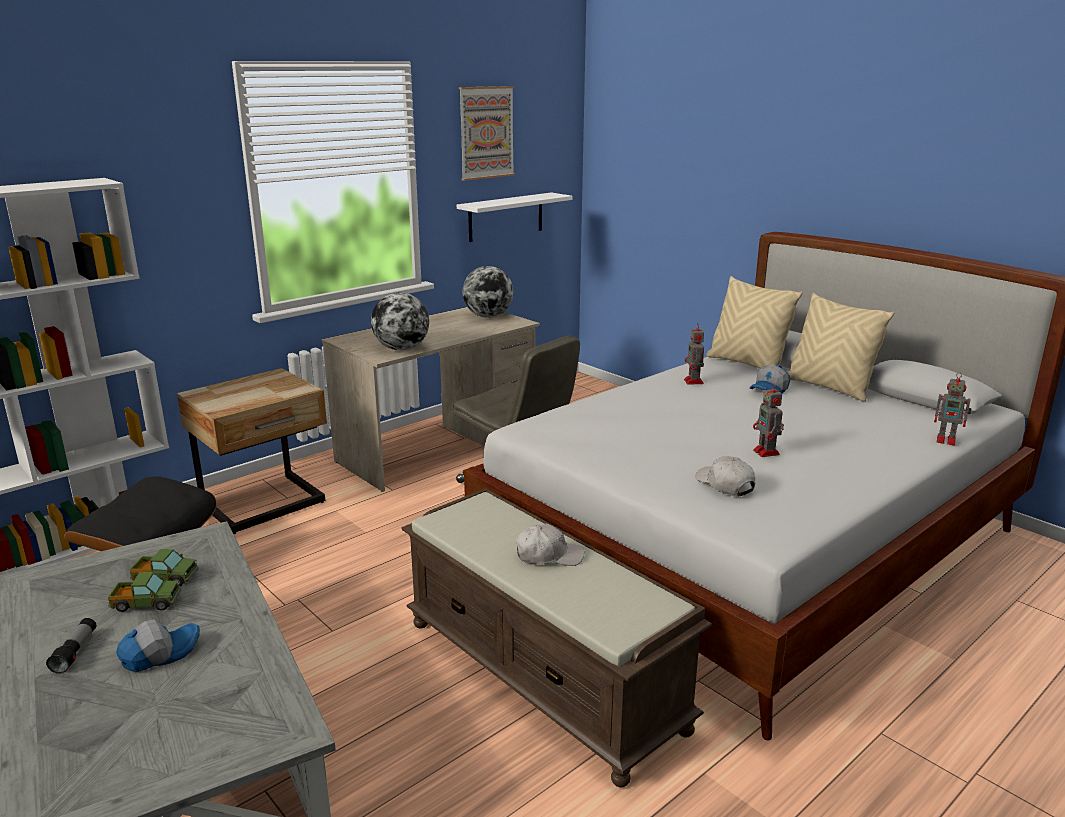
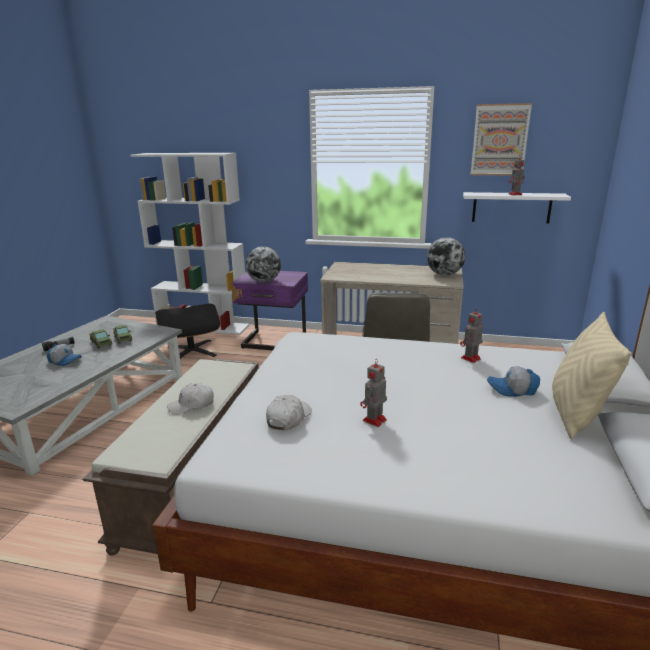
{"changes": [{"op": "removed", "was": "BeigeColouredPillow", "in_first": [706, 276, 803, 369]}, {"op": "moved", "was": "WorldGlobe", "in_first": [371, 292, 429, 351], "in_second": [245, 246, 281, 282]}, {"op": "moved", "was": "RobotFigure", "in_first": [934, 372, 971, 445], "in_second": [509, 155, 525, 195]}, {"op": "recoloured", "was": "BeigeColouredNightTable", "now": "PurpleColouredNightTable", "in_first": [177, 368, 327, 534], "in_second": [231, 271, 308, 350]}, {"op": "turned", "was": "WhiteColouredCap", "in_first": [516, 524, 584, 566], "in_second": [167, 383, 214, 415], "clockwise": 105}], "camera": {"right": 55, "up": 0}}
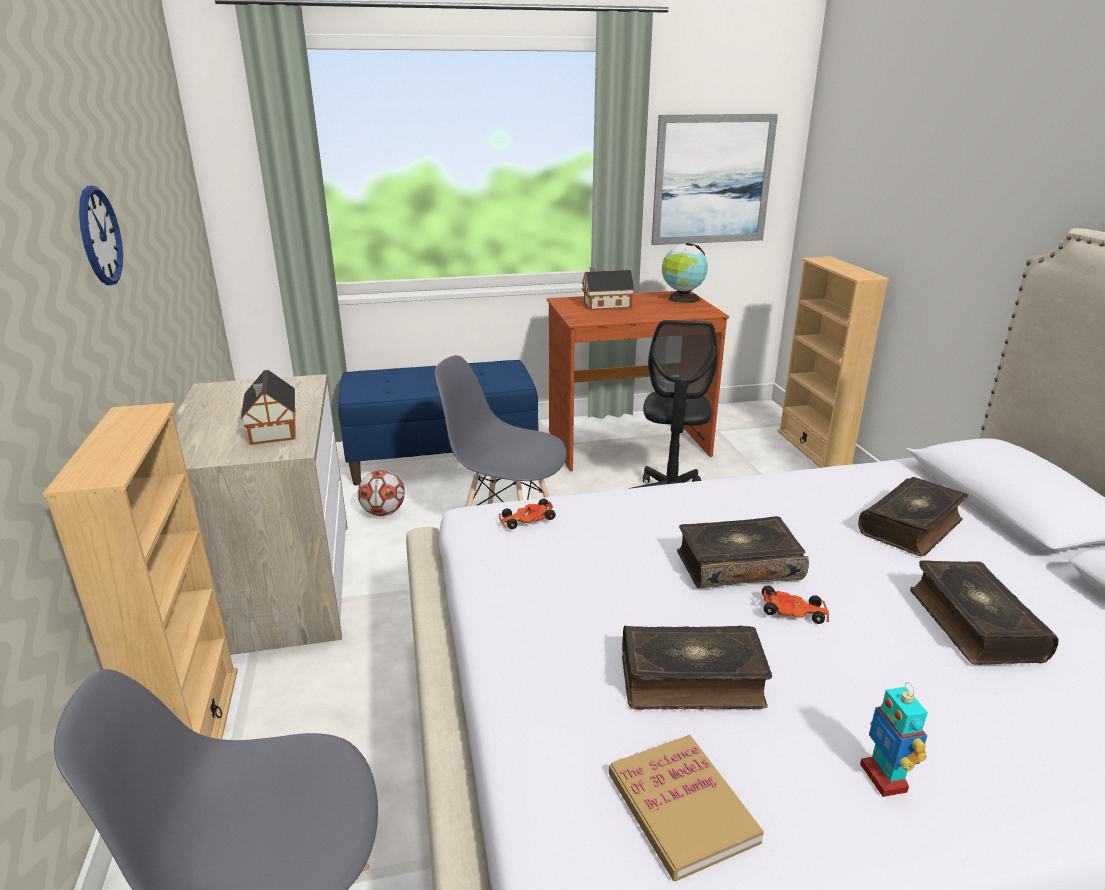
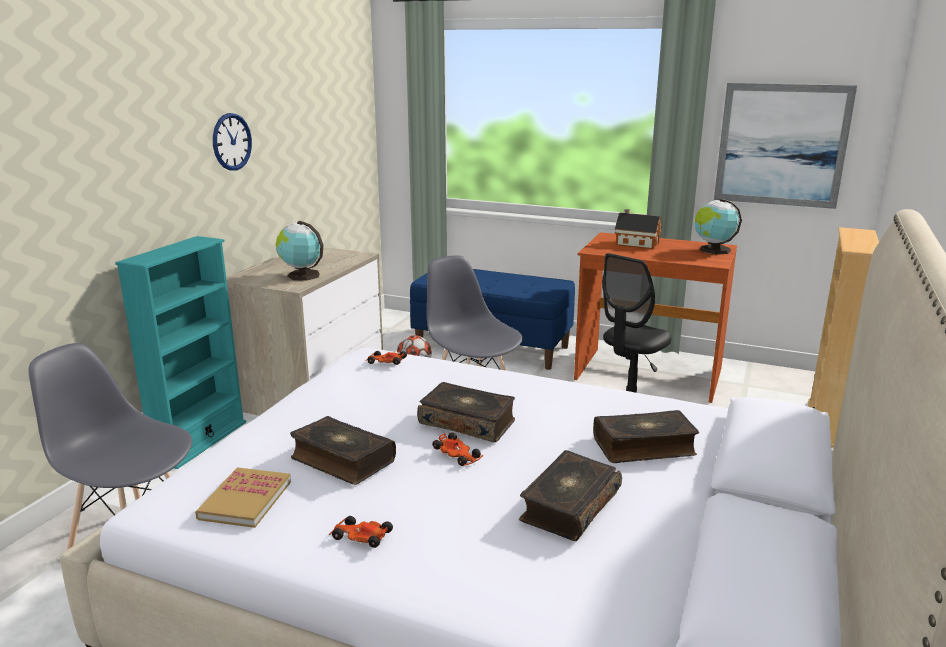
{"changes": [{"op": "replaced", "was": "ToyHouse", "now": "WorldGlobe", "in_first": [241, 370, 296, 445], "in_second": [276, 221, 324, 281]}, {"op": "replaced", "was": "RobotFigure", "now": "MiniatureCar", "in_first": [860, 682, 928, 797], "in_second": [329, 516, 393, 548]}, {"op": "recoloured", "was": "BeigeColouredBookcase", "now": "TurquoiseColouredBookcase", "in_first": [43, 403, 238, 739], "in_second": [115, 236, 246, 469]}], "camera": {"right": 35, "up": -5}}
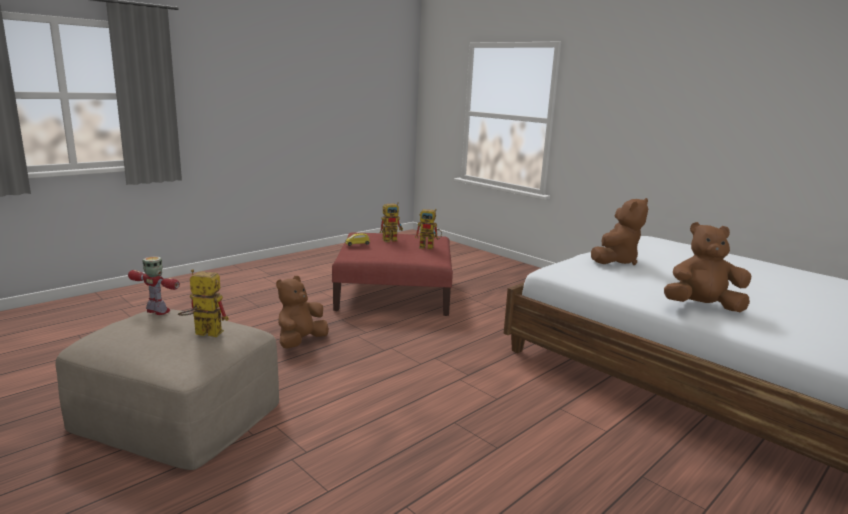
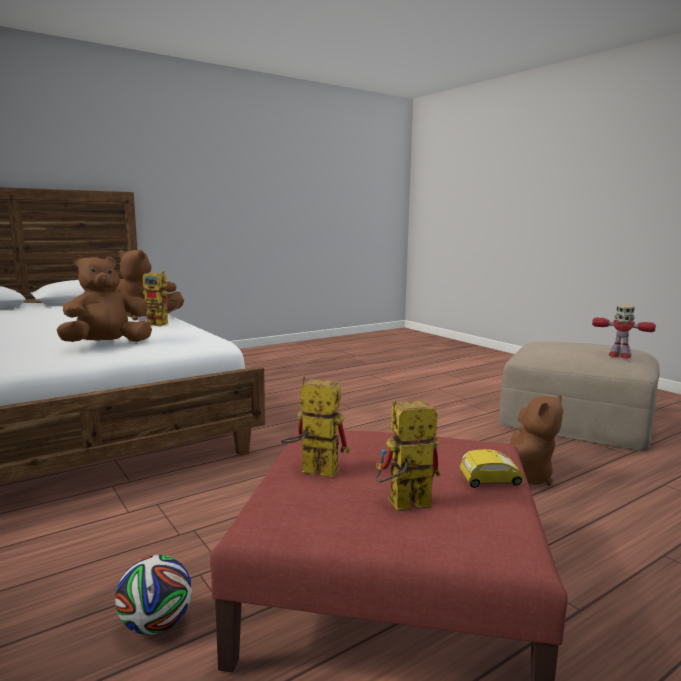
{"changes": [{"op": "added", "now": "Football", "in_second": [115, 555, 192, 635]}, {"op": "moved", "was": "RobotFigure", "in_first": [178, 269, 229, 337], "in_second": [143, 271, 179, 326]}], "camera": {"right": -170, "up": -5}}
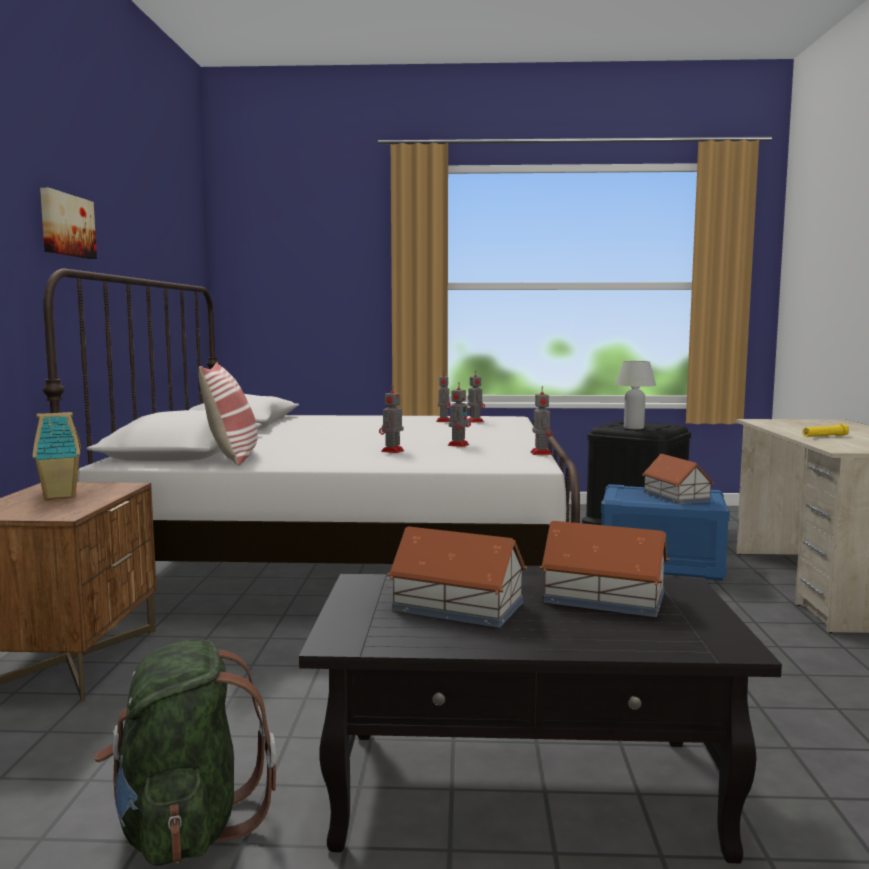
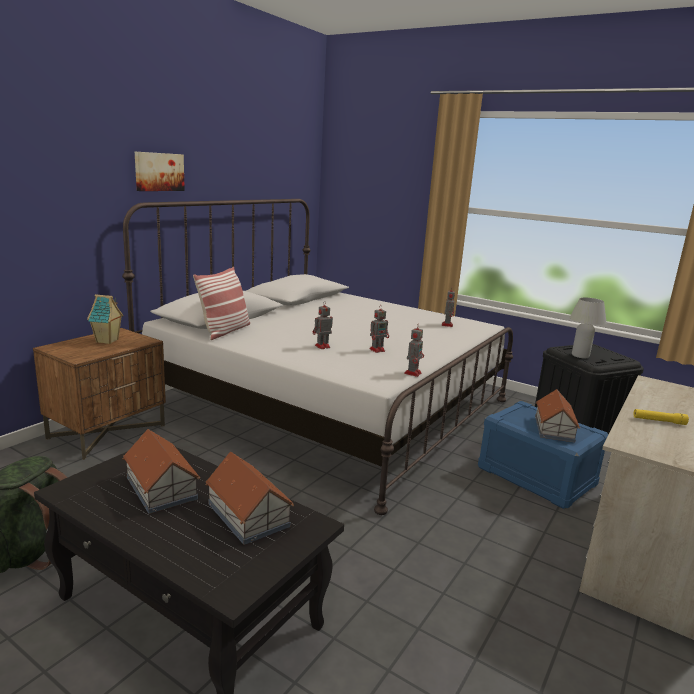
{"changes": [{"op": "removed", "was": "RobotFigure", "in_first": [436, 375, 450, 422]}], "camera": {"right": 30, "up": 10}}
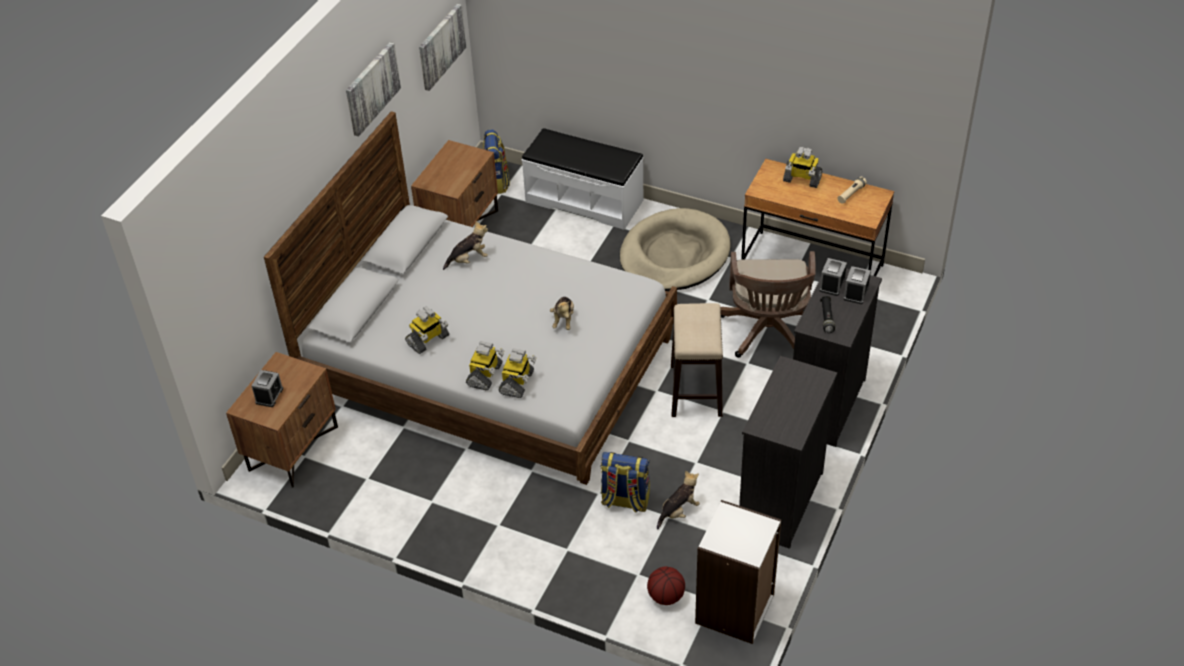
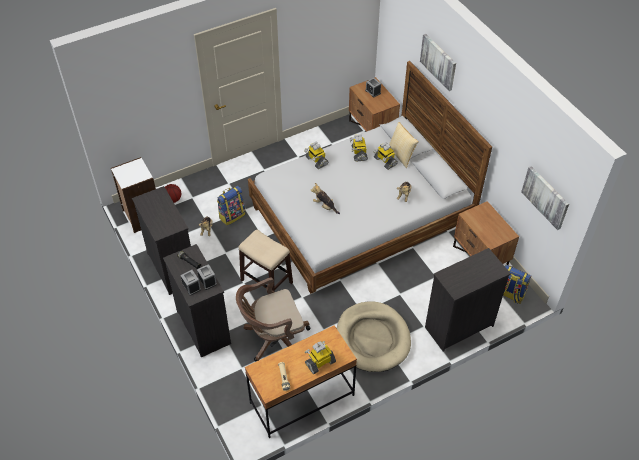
{"changes": [{"op": "added", "now": "Pillow", "in_second": [389, 122, 419, 168]}, {"op": "moved", "was": "WallArt", "in_first": [346, 42, 401, 136], "in_second": [420, 34, 456, 91]}, {"op": "moved", "was": "RobotFigure", "in_first": [499, 348, 537, 398], "in_second": [373, 142, 398, 170]}, {"op": "replaced", "was": "WhiteColouredBench", "now": "BlackColouredChestOfDrawers", "in_first": [521, 128, 643, 230], "in_second": [425, 248, 511, 352]}, {"op": "turned", "was": "BrownOfficeChair", "in_first": [721, 251, 815, 358], "in_second": [236, 277, 310, 361], "clockwise": -60}], "camera": {"right": 125, "up": 5}}
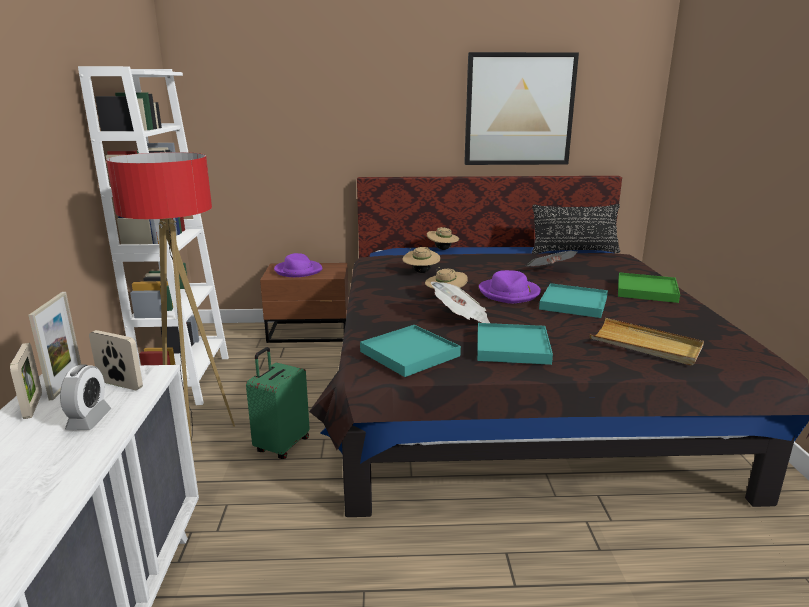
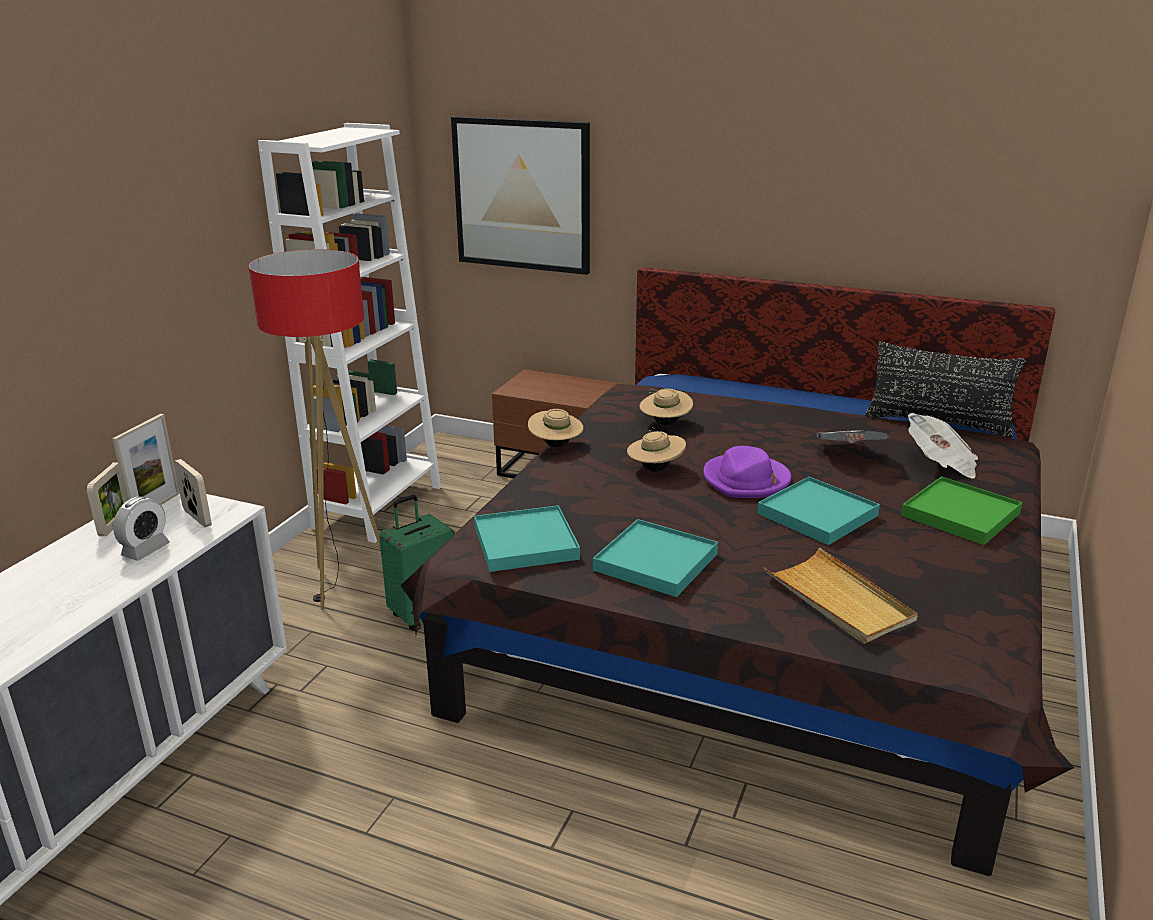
{"changes": [{"op": "removed", "was": "PurpleColouredHat", "in_first": [274, 253, 322, 277]}, {"op": "moved", "was": "BeigeColouredHat", "in_first": [427, 227, 460, 250], "in_second": [528, 409, 584, 447]}, {"op": "moved", "was": "PrintedPaper", "in_first": [431, 281, 490, 323], "in_second": [908, 413, 978, 479]}, {"op": "moved", "was": "WallArt", "in_first": [464, 52, 579, 165], "in_second": [451, 116, 590, 275]}], "camera": {"right": 25, "up": 5}}
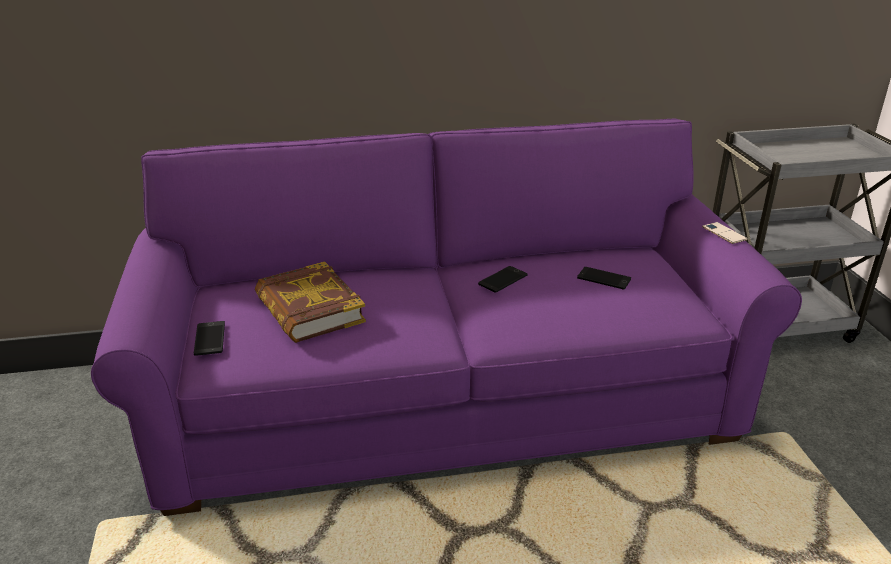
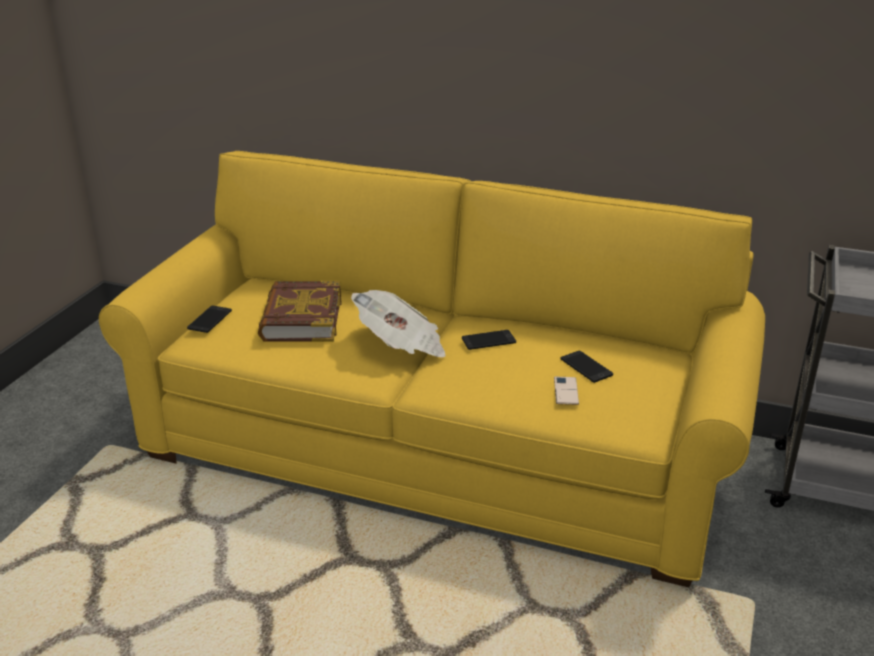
{"changes": [{"op": "added", "now": "PrintedPaper", "in_second": [351, 290, 446, 357]}, {"op": "moved", "was": "Phone", "in_first": [702, 222, 748, 244], "in_second": [554, 377, 579, 405]}, {"op": "recoloured", "was": "PurpleColouredCouch", "now": "YellowCouch", "in_first": [91, 119, 802, 516], "in_second": [99, 151, 765, 587]}], "camera": {"right": 30, "up": 0}}
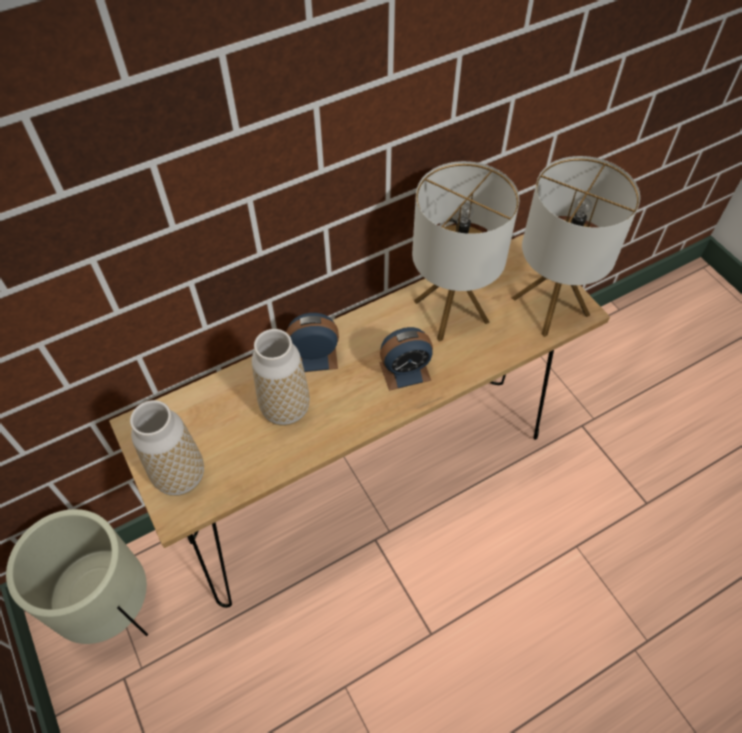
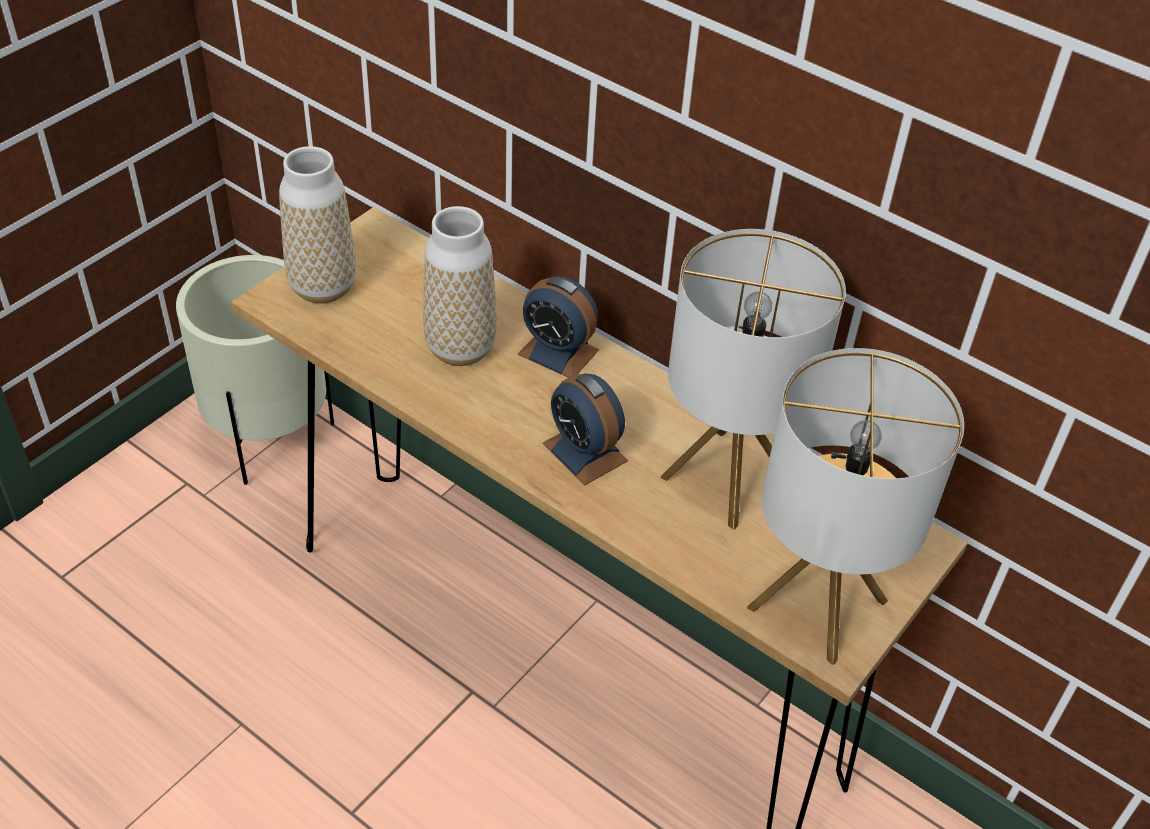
{"changes": [{"op": "turned", "was": "BedsideClock", "in_first": [286, 313, 339, 372], "in_second": [518, 276, 599, 378], "clockwise": 150}], "camera": {"right": 65, "up": -10}}
